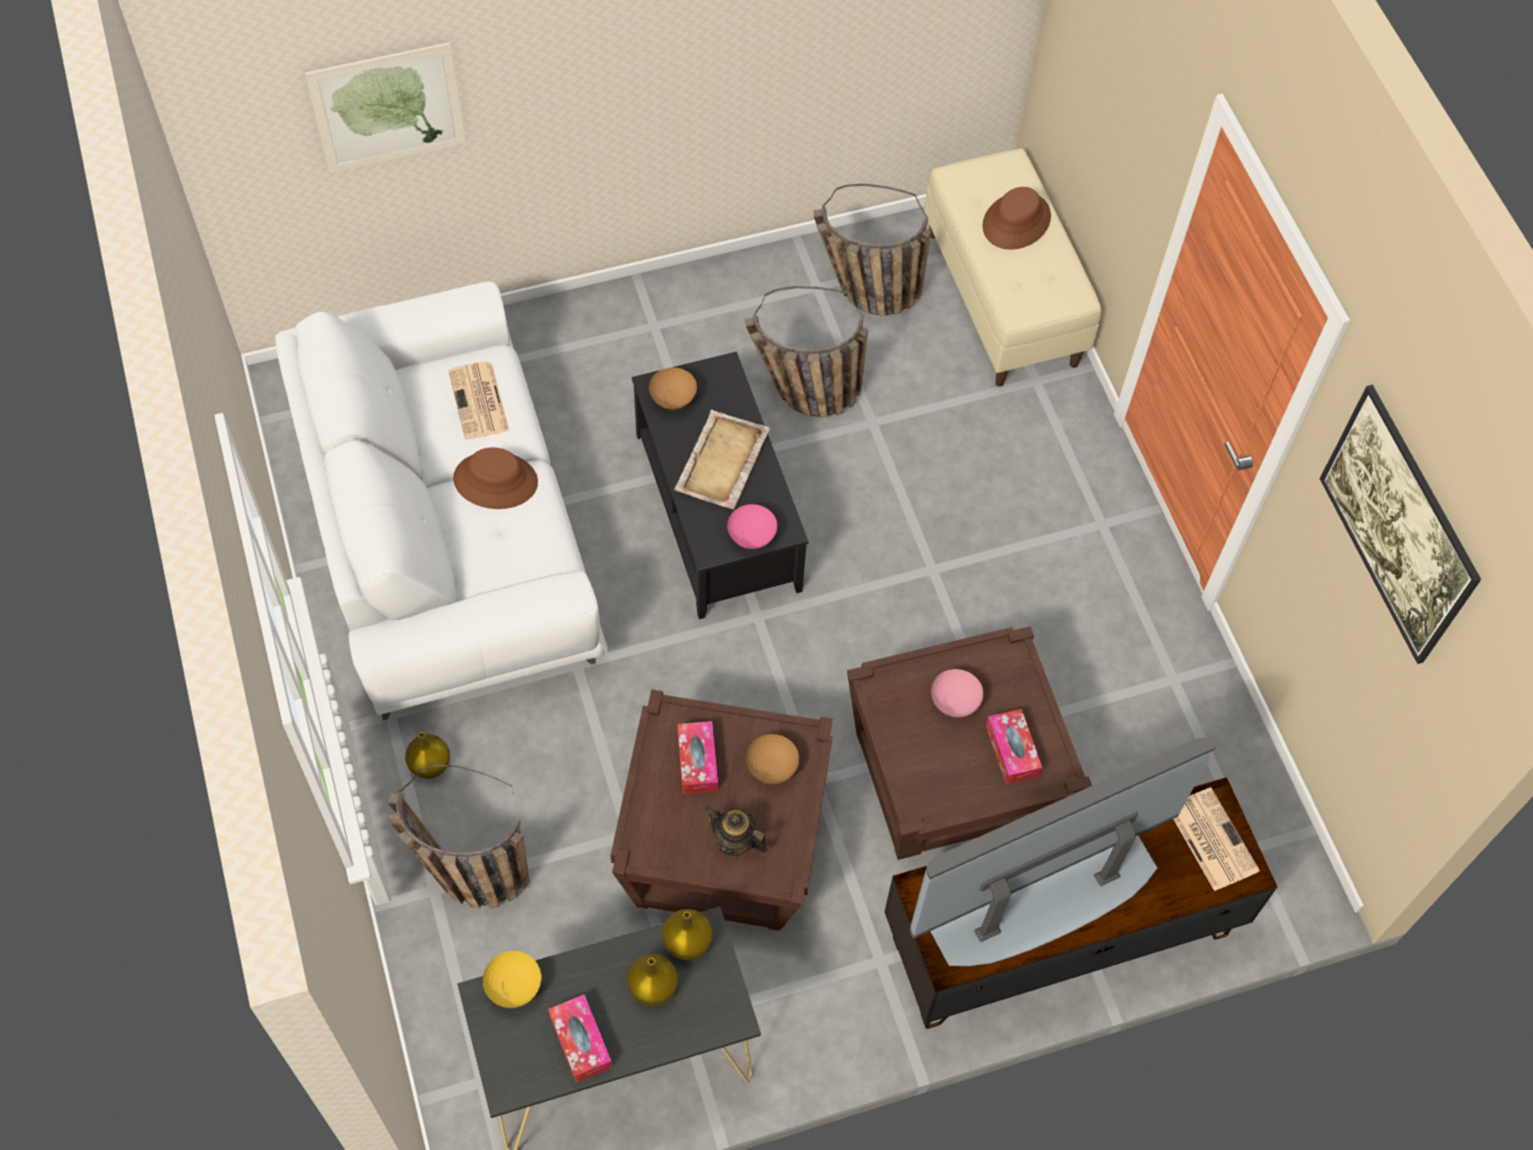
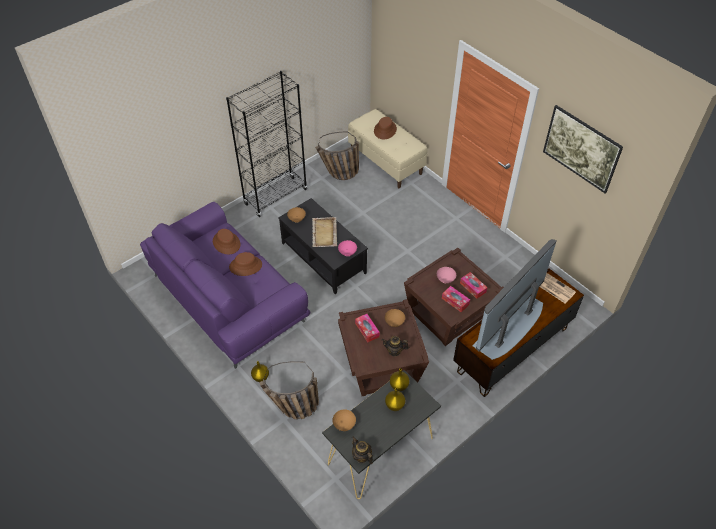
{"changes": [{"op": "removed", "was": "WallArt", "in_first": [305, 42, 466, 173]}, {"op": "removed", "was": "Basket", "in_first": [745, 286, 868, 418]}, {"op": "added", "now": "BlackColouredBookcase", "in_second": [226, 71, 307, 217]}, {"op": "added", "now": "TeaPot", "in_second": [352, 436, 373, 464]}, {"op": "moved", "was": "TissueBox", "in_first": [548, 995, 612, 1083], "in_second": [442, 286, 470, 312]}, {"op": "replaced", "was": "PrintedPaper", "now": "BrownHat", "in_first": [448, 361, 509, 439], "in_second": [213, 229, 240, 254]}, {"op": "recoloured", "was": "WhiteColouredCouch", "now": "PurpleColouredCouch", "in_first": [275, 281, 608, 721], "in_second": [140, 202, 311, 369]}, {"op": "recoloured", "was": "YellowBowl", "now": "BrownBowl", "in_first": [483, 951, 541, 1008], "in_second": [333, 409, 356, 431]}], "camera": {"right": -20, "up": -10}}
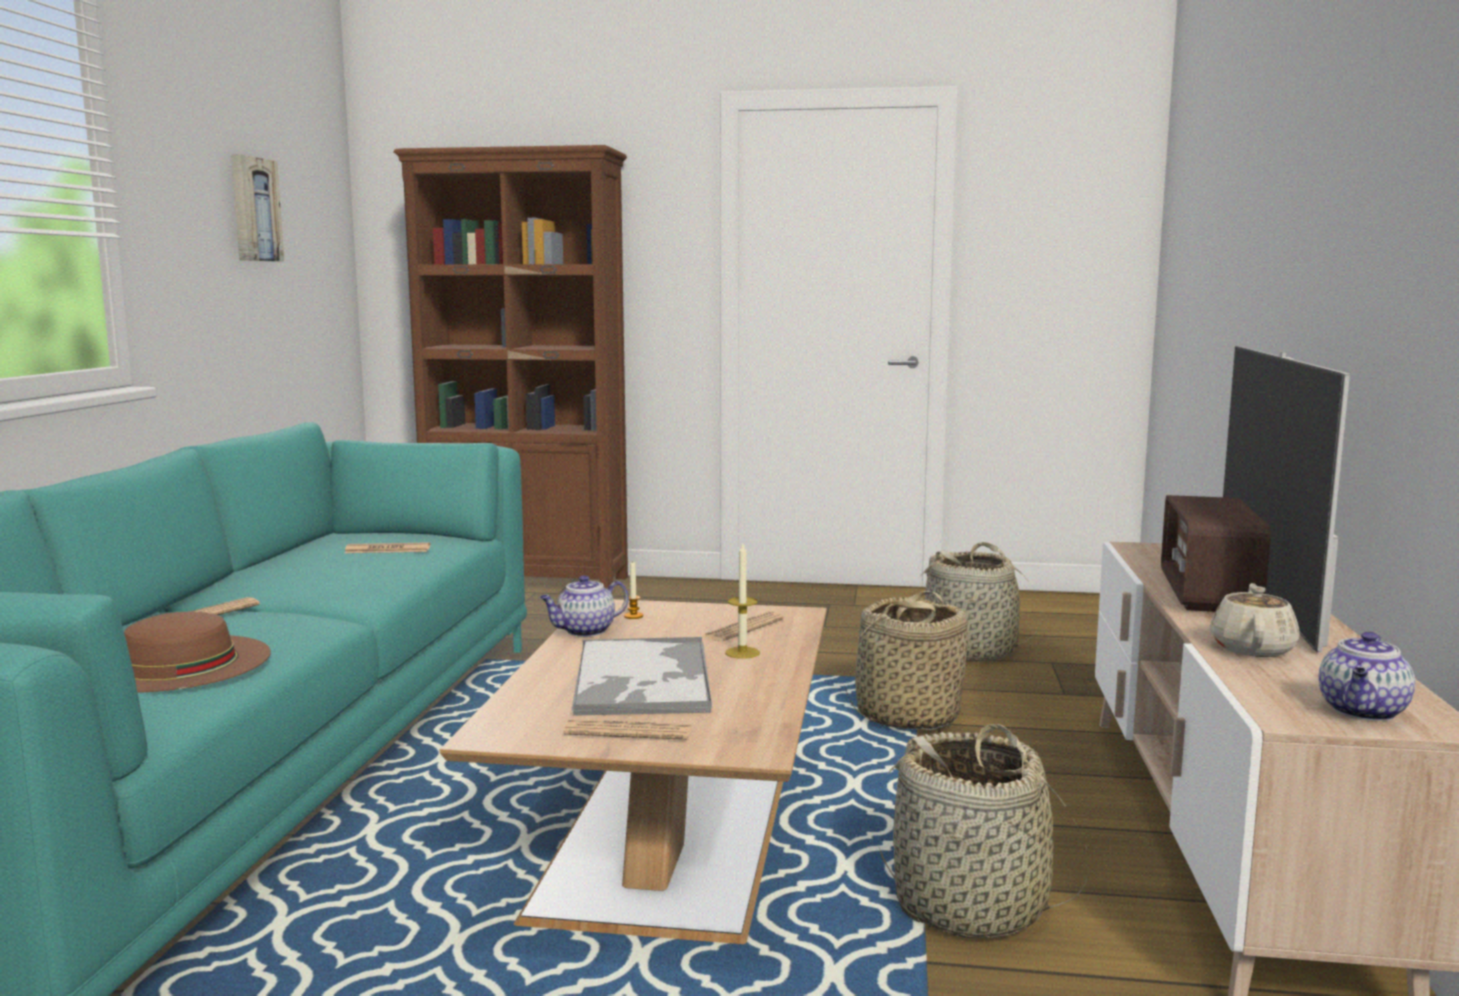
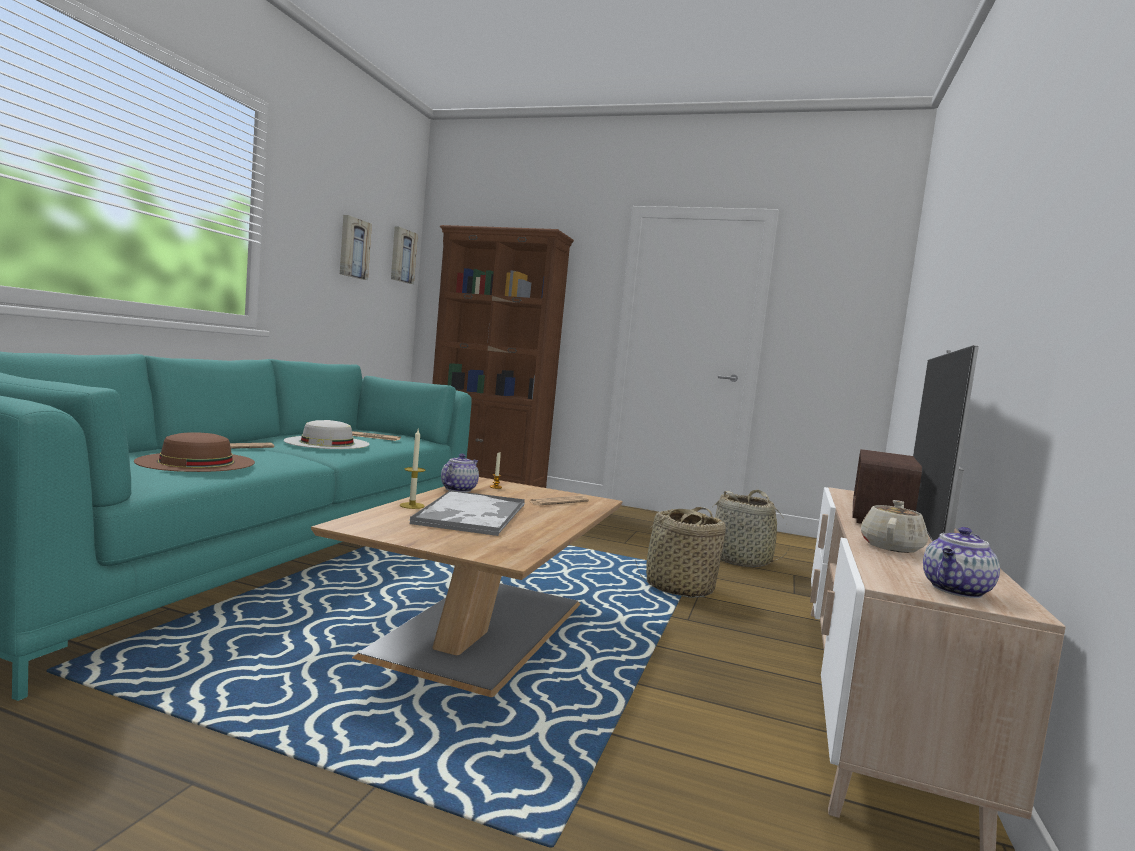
{"changes": [{"op": "removed", "was": "PrintedPaper", "in_first": [563, 719, 692, 740]}, {"op": "removed", "was": "Basket", "in_first": [879, 724, 1089, 938]}, {"op": "added", "now": "WhiteColouredHat", "in_second": [284, 420, 369, 449]}, {"op": "added", "now": "WallArt", "in_second": [391, 226, 418, 284]}, {"op": "moved", "was": "Candle", "in_first": [725, 544, 760, 659], "in_second": [400, 429, 425, 509]}, {"op": "turned", "was": "TeaPot", "in_first": [540, 575, 629, 637], "in_second": [441, 454, 479, 492], "clockwise": 135}], "camera": {"right": 10, "up": -5}}
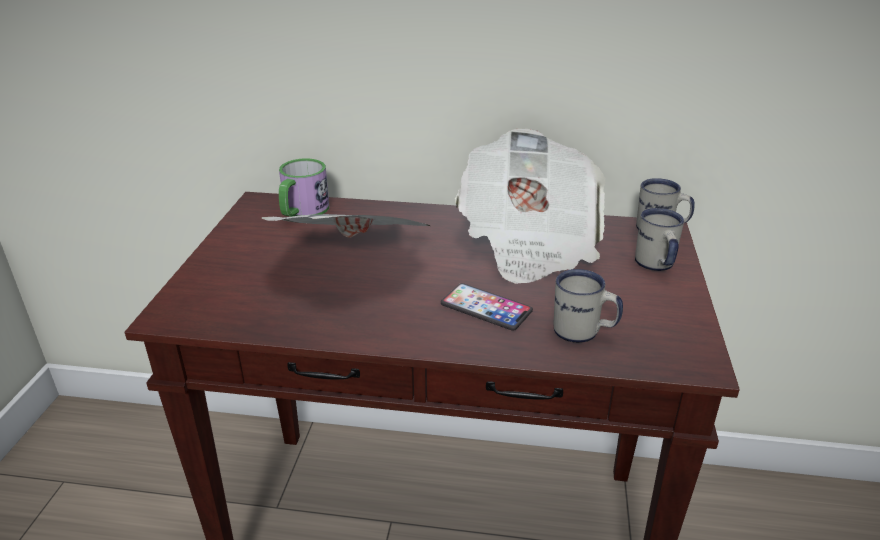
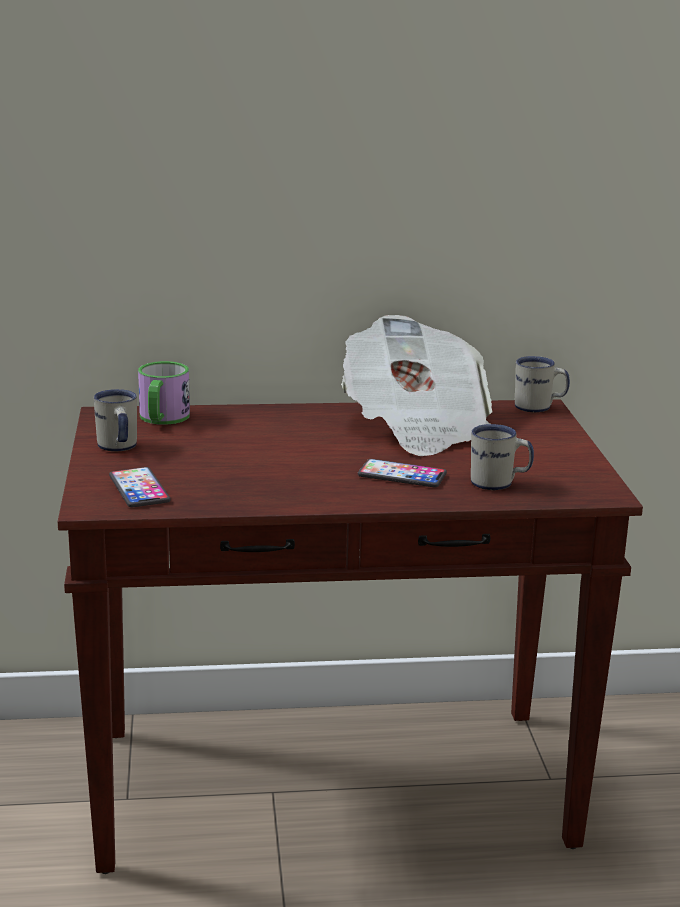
{"changes": [{"op": "removed", "was": "PrintedPaper", "in_first": [261, 214, 431, 238]}, {"op": "added", "now": "Phone", "in_second": [109, 467, 171, 507]}, {"op": "moved", "was": "WhiteColouredMug", "in_first": [635, 208, 684, 271], "in_second": [94, 389, 137, 451]}], "camera": {"right": -15, "up": -10}}
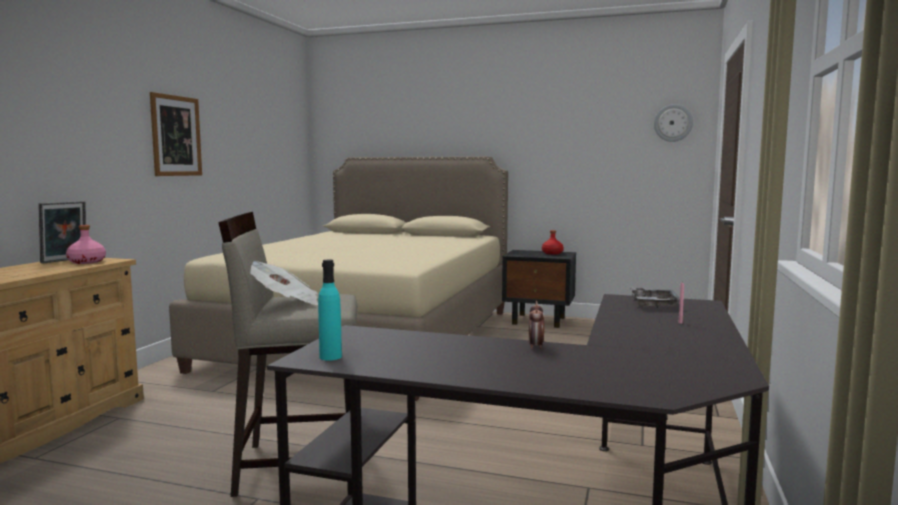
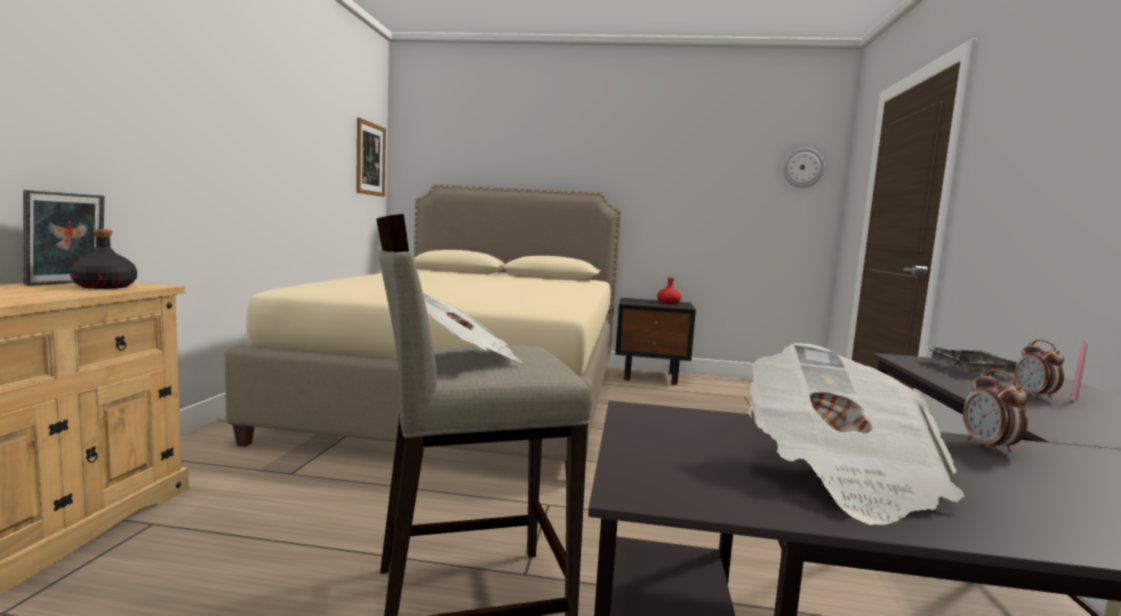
{"changes": [{"op": "removed", "was": "TurquoiseColouredBeverageBottle", "in_first": [318, 260, 342, 361]}, {"op": "added", "now": "PrintedPaper", "in_second": [748, 343, 965, 525]}, {"op": "added", "now": "BedsideClock", "in_second": [1015, 340, 1064, 400]}, {"op": "moved", "was": "WallArt", "in_first": [150, 92, 202, 176], "in_second": [356, 118, 386, 197]}, {"op": "recoloured", "was": "PinkColouredBeverageBottle", "now": "BlackColouredBeverageBottle", "in_first": [66, 225, 106, 264], "in_second": [70, 229, 137, 289]}], "camera": {"right": -10, "up": 0}}
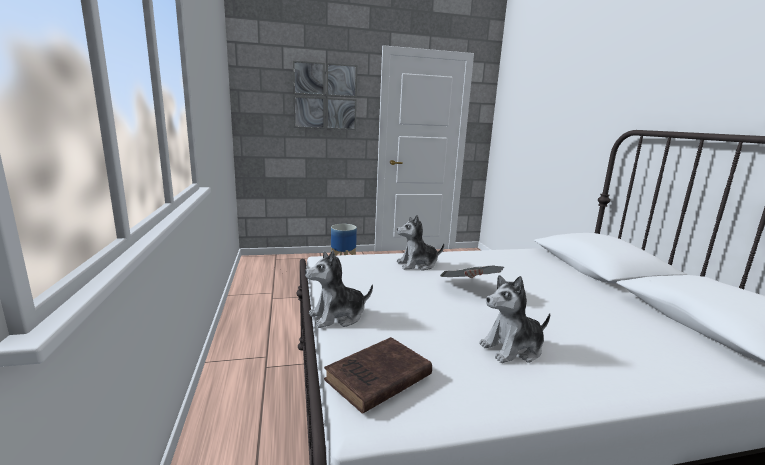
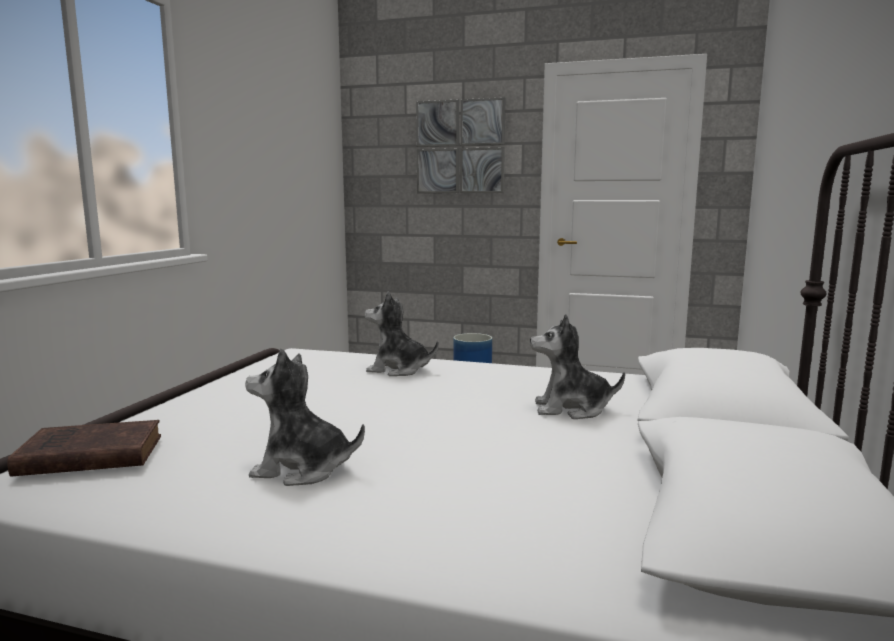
{"changes": [{"op": "removed", "was": "PrintedPaper", "in_first": [440, 266, 505, 278]}, {"op": "moved", "was": "SoftToy", "in_first": [305, 250, 373, 328], "in_second": [530, 314, 625, 419]}], "camera": {"right": 30, "up": -5}}
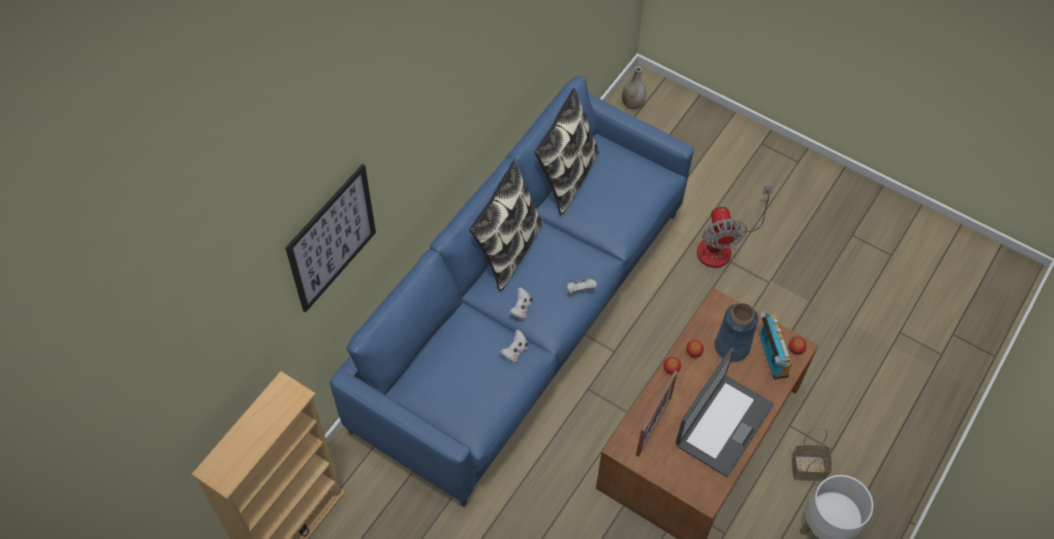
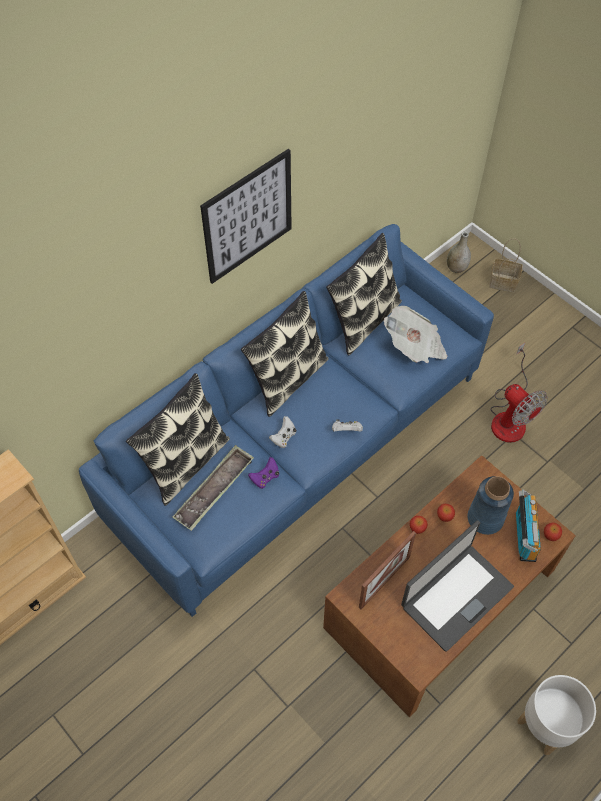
{"changes": [{"op": "added", "now": "Pillow", "in_second": [126, 373, 230, 506]}, {"op": "added", "now": "CarryingTray", "in_second": [173, 445, 254, 531]}, {"op": "added", "now": "PrintedPaper", "in_second": [384, 306, 447, 363]}, {"op": "moved", "was": "WallArt", "in_first": [285, 164, 376, 313], "in_second": [200, 149, 292, 284]}, {"op": "moved", "was": "Basket", "in_first": [792, 427, 832, 481], "in_second": [489, 238, 522, 293]}, {"op": "recoloured", "was": "WhiteColouredGameController", "now": "PurpleColouredGameController", "in_first": [500, 330, 529, 363], "in_second": [248, 457, 279, 489]}, {"op": "turned", "was": "ElectricFan", "in_first": [697, 186, 773, 268], "in_second": [490, 343, 548, 443], "clockwise": -45}], "camera": {"right": 15, "up": 0}}
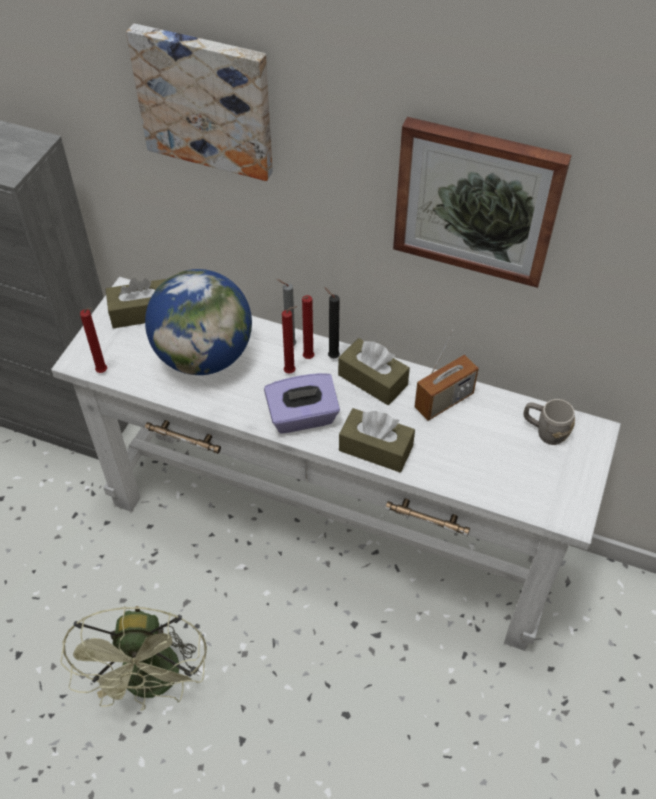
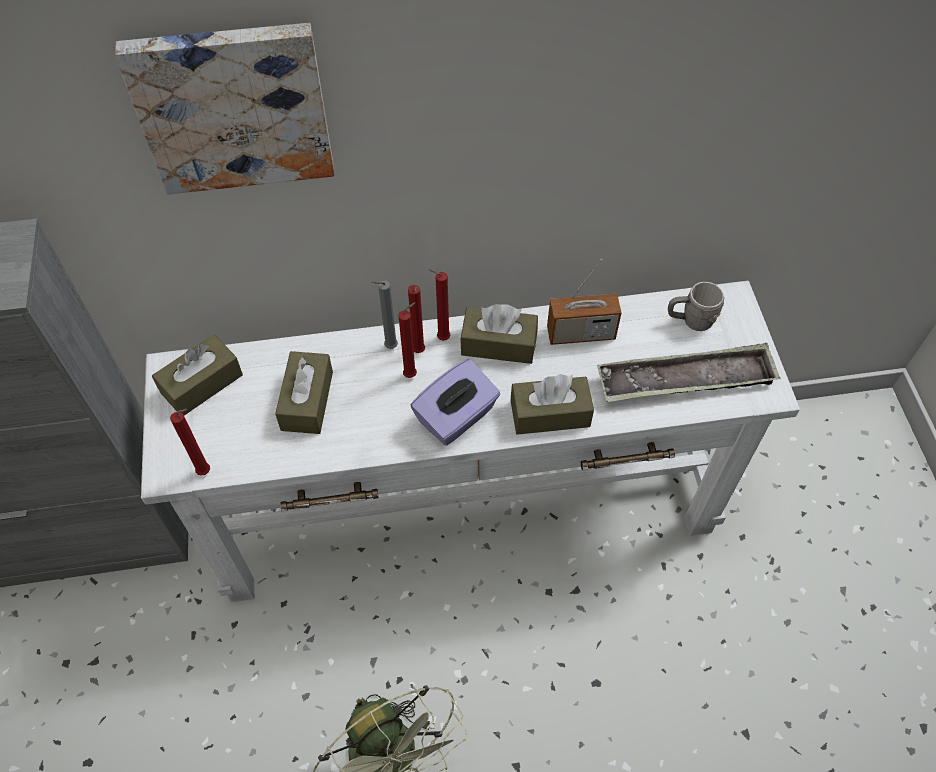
{"changes": [{"op": "removed", "was": "WallArt", "in_first": [393, 117, 572, 288]}, {"op": "added", "now": "CarryingTray", "in_second": [597, 343, 780, 402]}, {"op": "replaced", "was": "WorldGlobe", "now": "BrownTissueBox", "in_first": [145, 269, 252, 375], "in_second": [275, 351, 333, 434]}, {"op": "recoloured", "was": "BlackColouredCandle", "now": "RedCandle", "in_first": [325, 288, 340, 358], "in_second": [429, 269, 450, 341]}, {"op": "turned", "was": "RadioSet", "in_first": [414, 330, 479, 421], "in_second": [547, 258, 622, 345], "clockwise": 60}], "camera": {"right": -30, "up": 5}}
